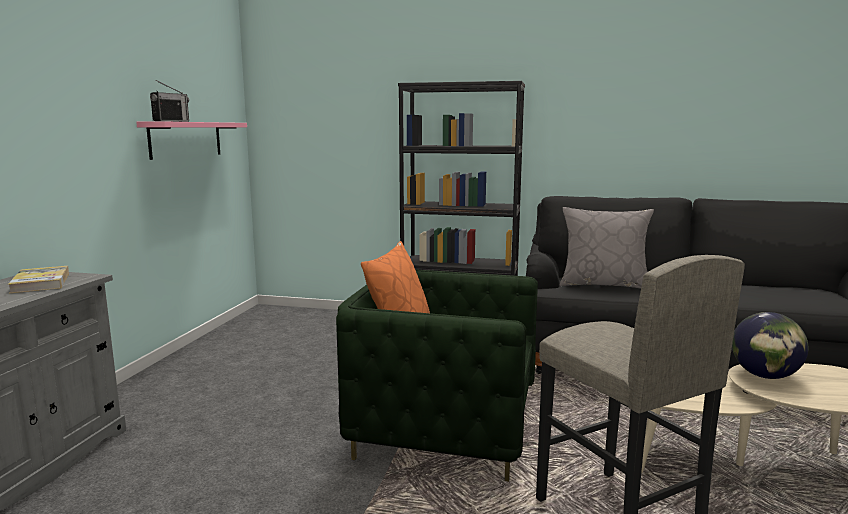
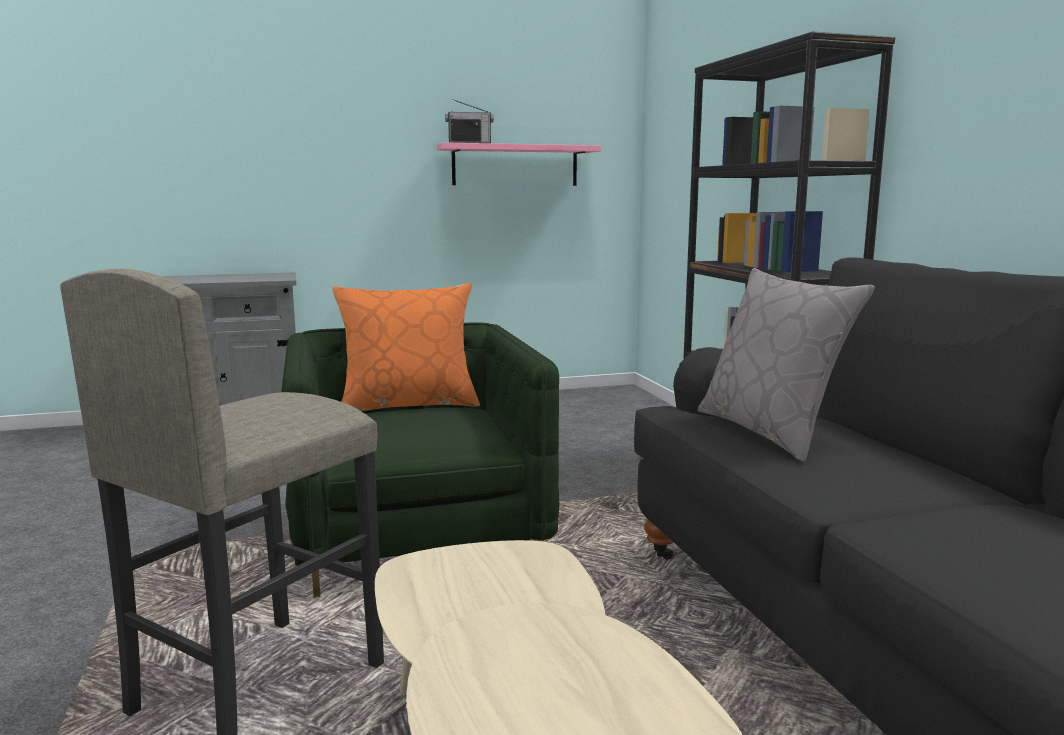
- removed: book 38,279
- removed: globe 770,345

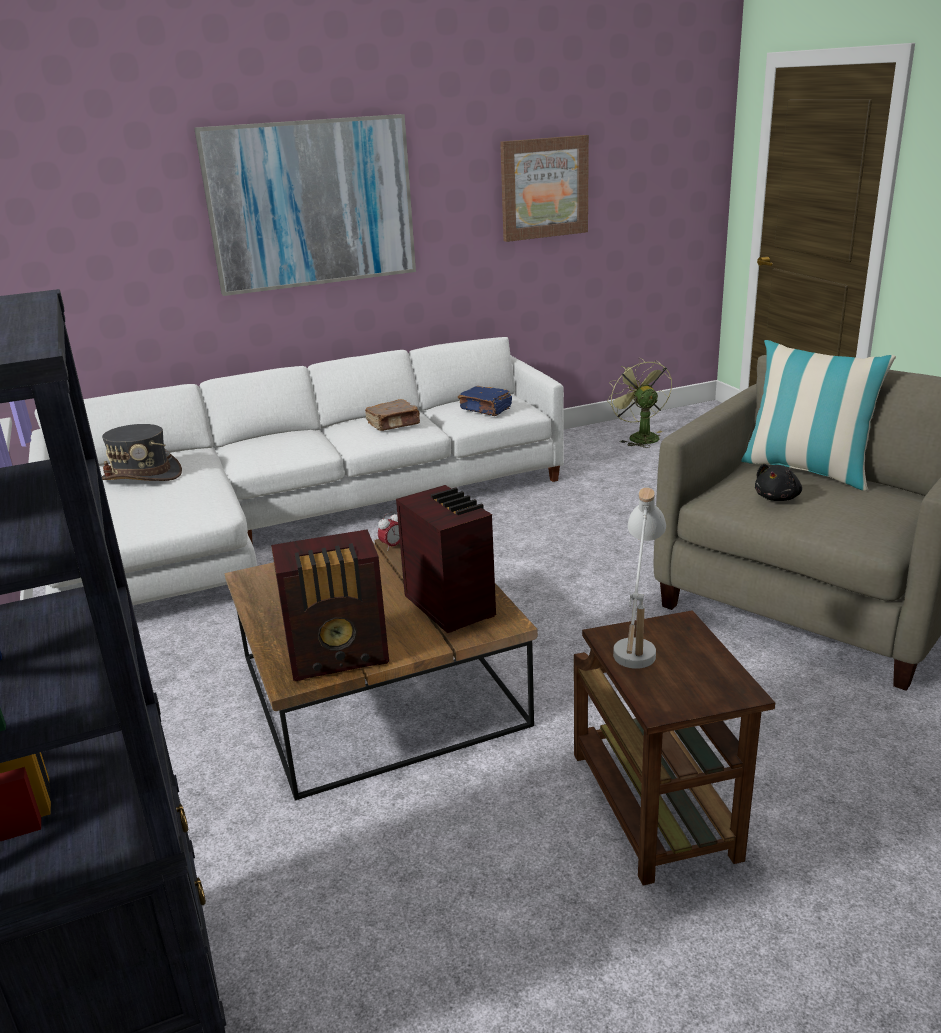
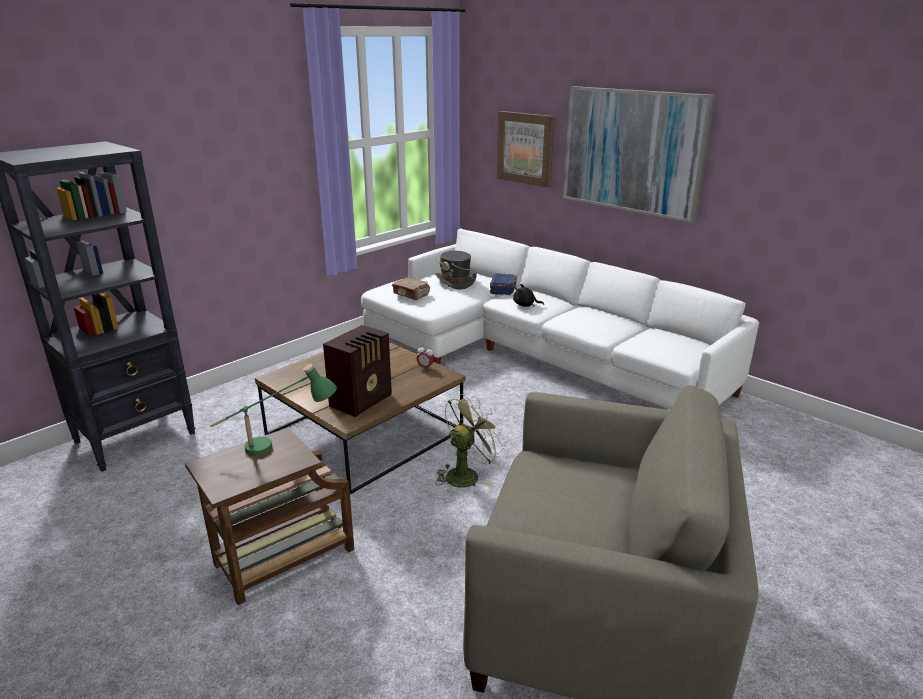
- recoloured: white table lamp 639,578 to green table lamp 273,410
- moved: brown book 392,415 to 411,288
- moved: green fan 639,403 to 470,441
- moved: blue book 485,401 to 503,284
- moved: picture 544,188 to 526,149
- moved: black plush toy 778,482 to 528,295
- removed: radio 330,605
- removed: pillow 818,415

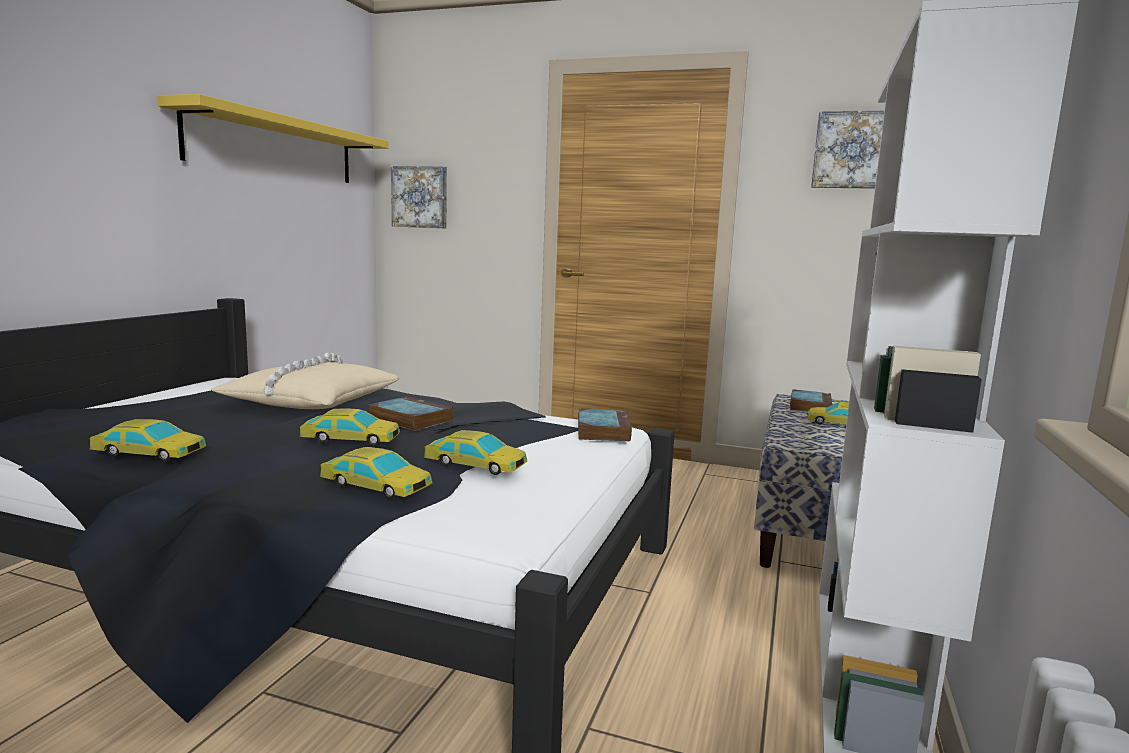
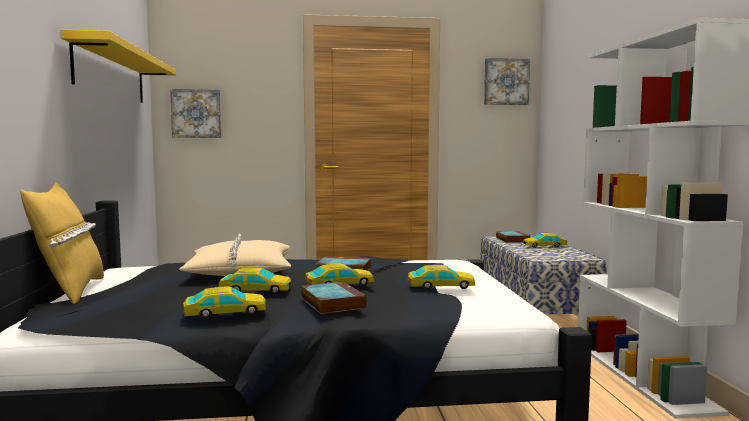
- added: yellow pillow 62,243
- moved: toy car 376,473 to 255,281
- moved: book 605,424 to 334,297

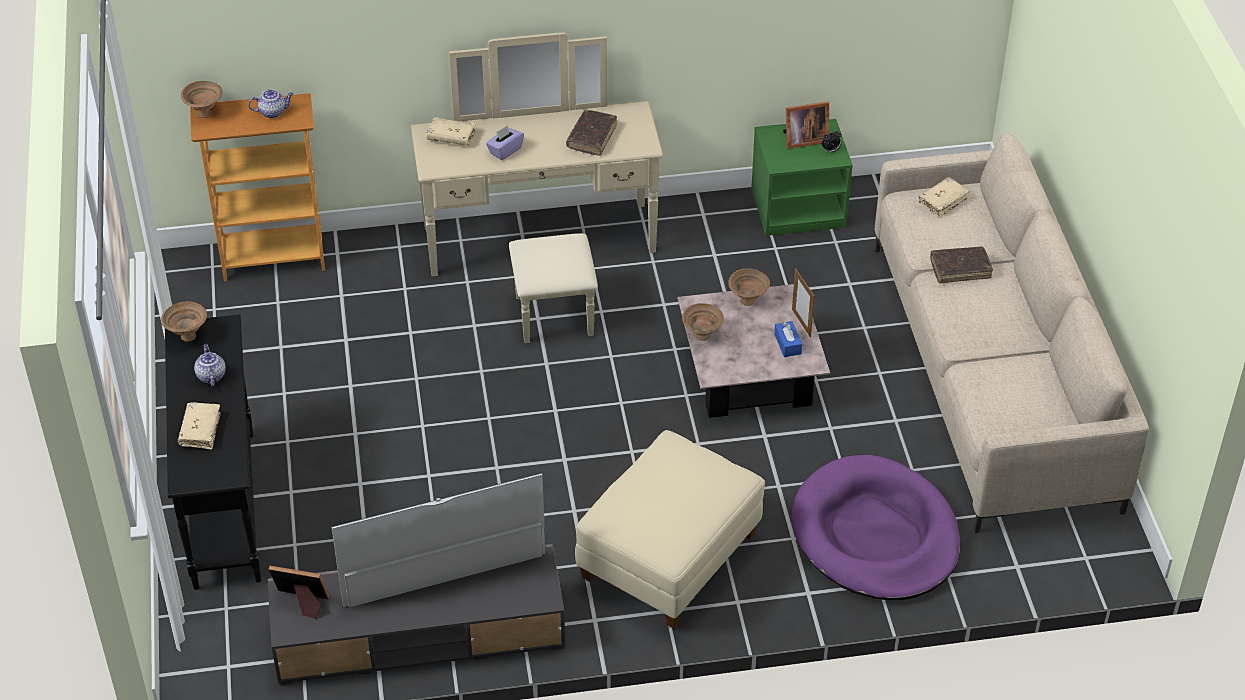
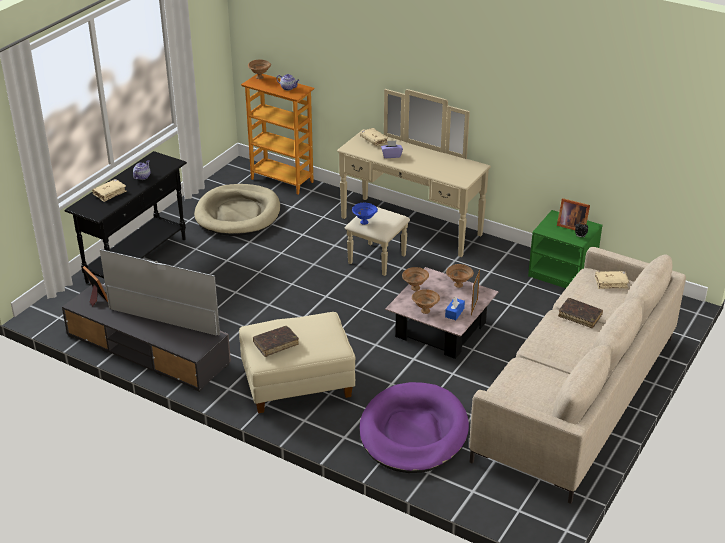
- added: beige dog bed 237,210
- moved: brown book 591,133 to 276,341
- added: blue bowl 365,214
- moved: brown bowl 184,321 to 426,301

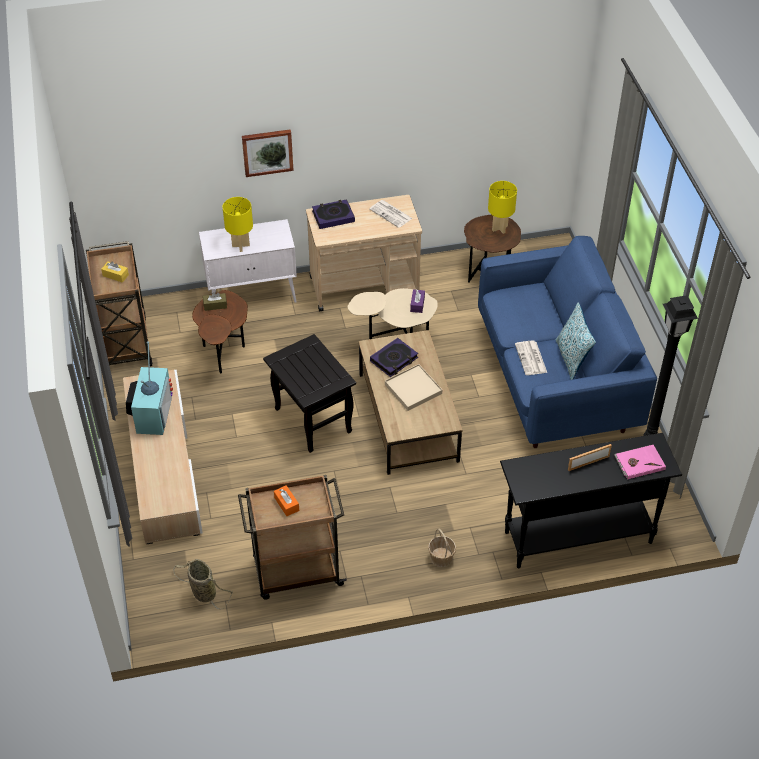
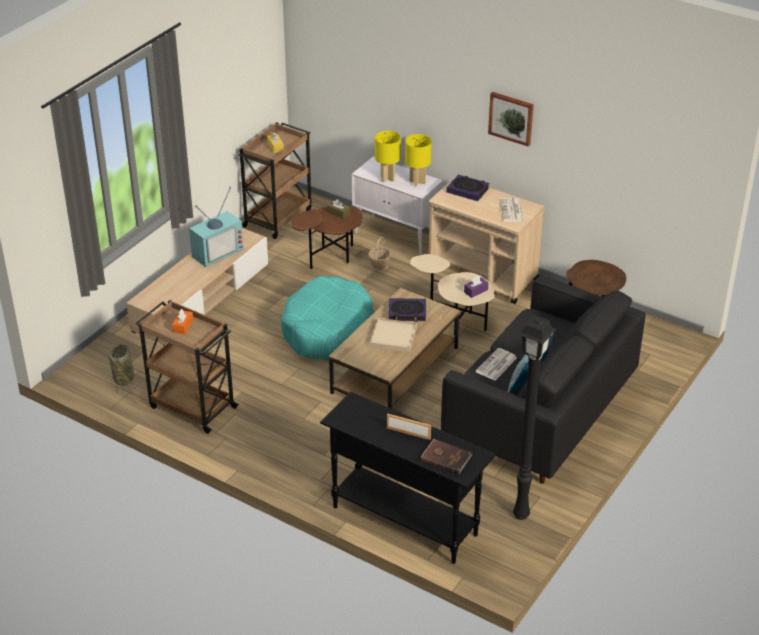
- replaced: black side table 309,393 to turquoise dog bed 327,318
- moved: basket 442,548 to 379,254
- moved: yellow table lamp 502,207 to 418,160
- recoloured: pink book 640,462 to brown book 446,457
- recoloured: blue sofa 567,342 to black sofa 543,379
- moved: picture 268,153 to 511,119

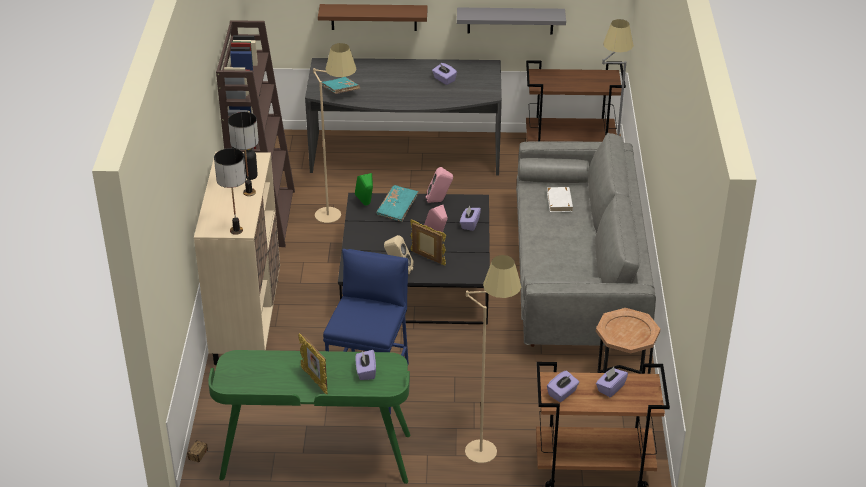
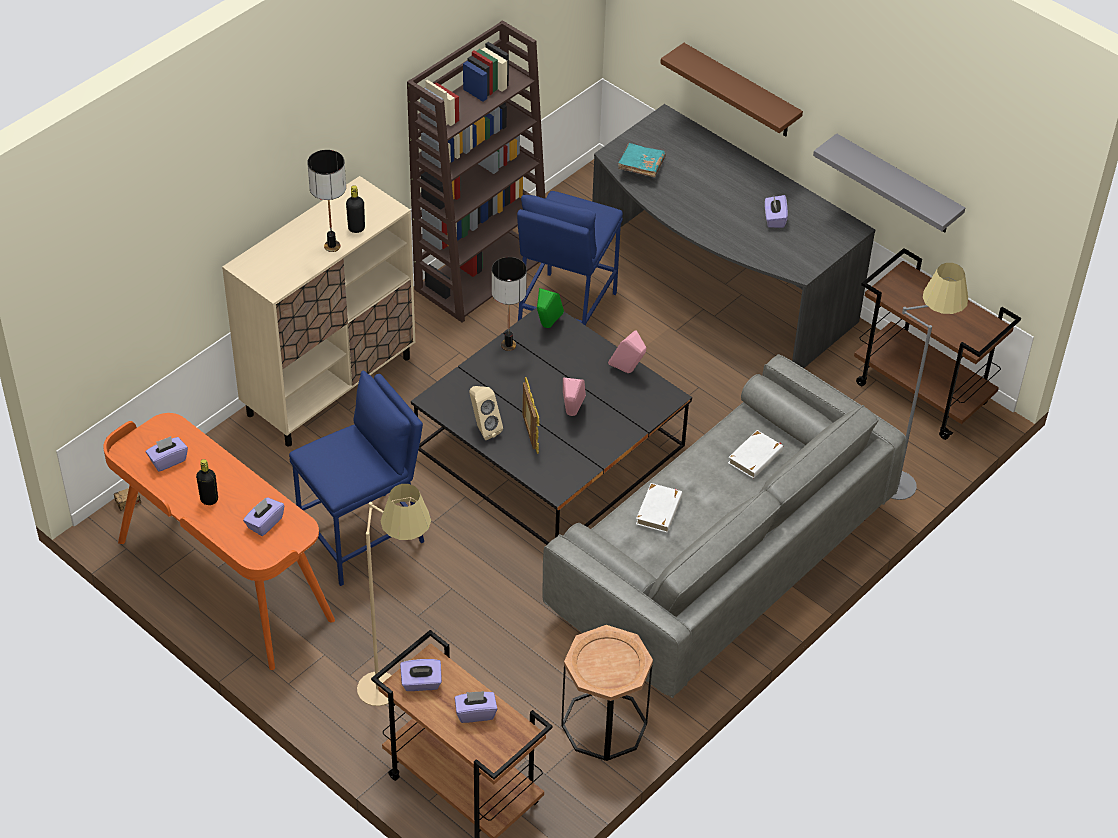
- recoloured: green desk 309,417 to orange desk 219,541
- moved: purple tissue box 470,218 to 167,454
- replaced: picture frame 313,363 to black bottle 207,482
- moved: table lamp 230,191 to 509,304
- replaced: beige floor lamp 335,133 to blue stool 570,258
- added: white book 659,508
- removed: turquoise book 397,203

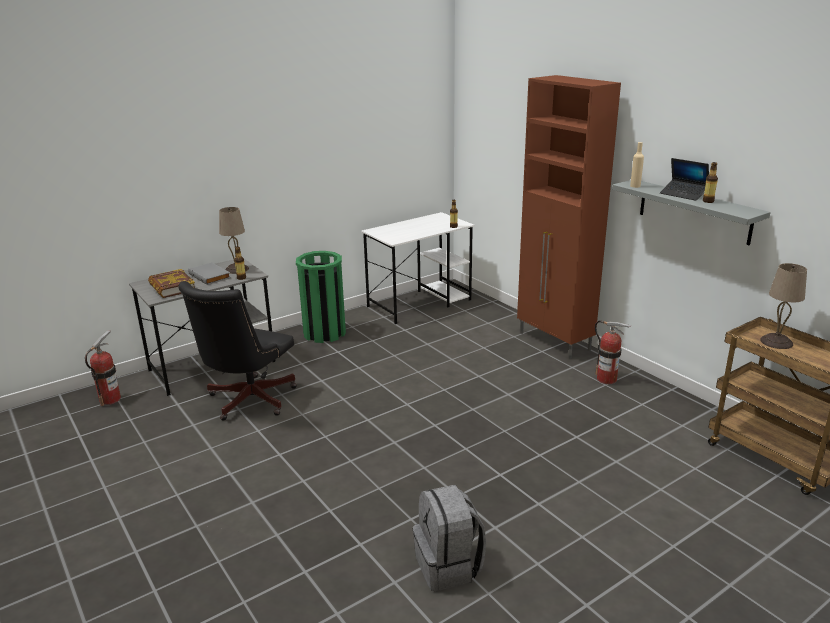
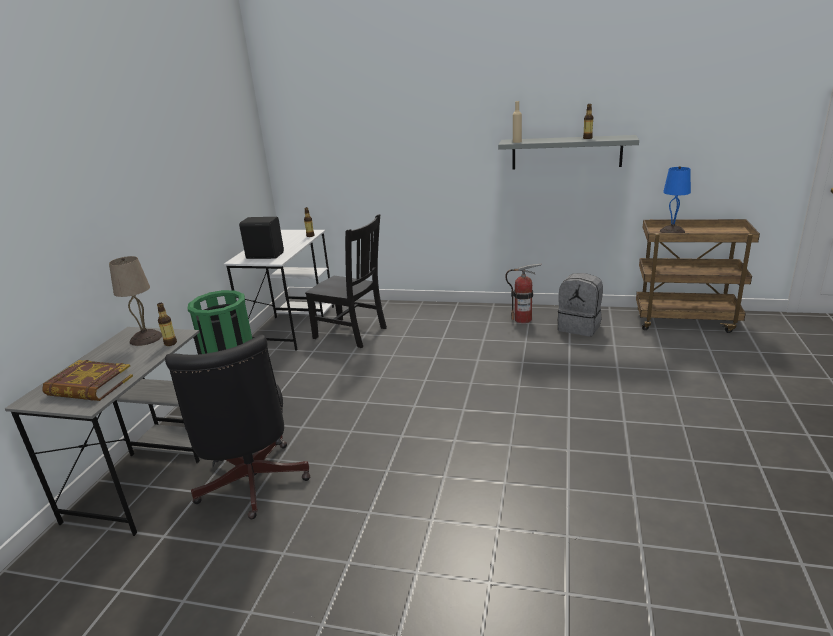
- added: black speaker 261,238
- added: black chair 346,281
- moved: grey backpack 449,538 to 580,305
- recoloured: beige table lamp 783,306 to blue table lamp 675,199
- removed: fire extinguisher 103,368
- removed: grey book 209,273
- removed: brown cabinet 569,217
- removed: laptop 684,179

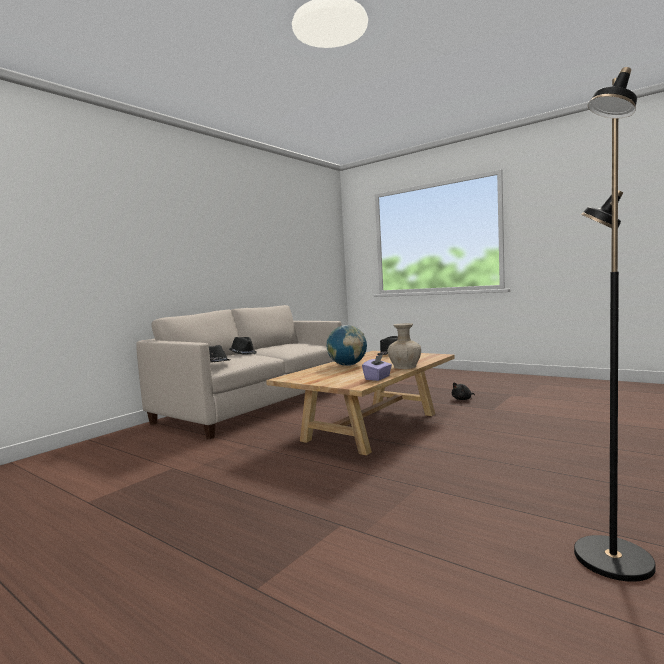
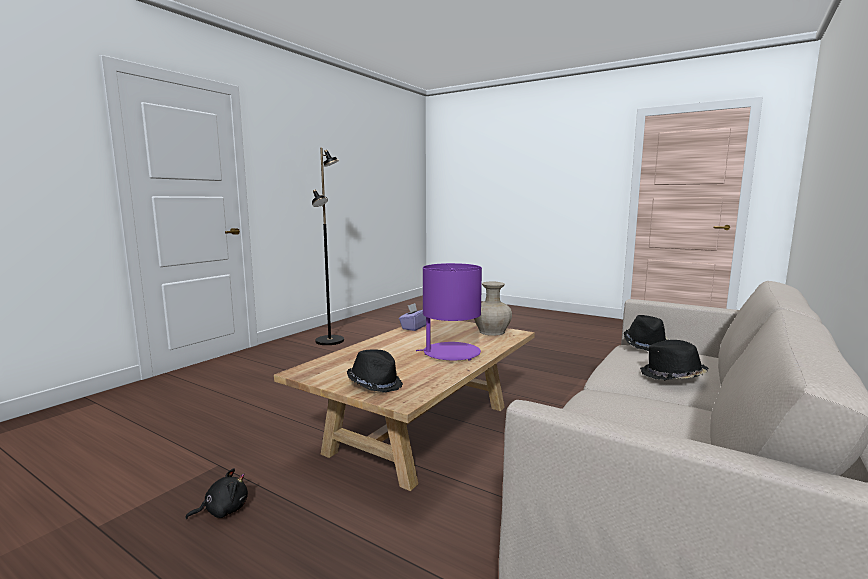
- replaced: globe 347,345 to purple table lamp 449,311
- moved: beige vase 404,346 to 493,309

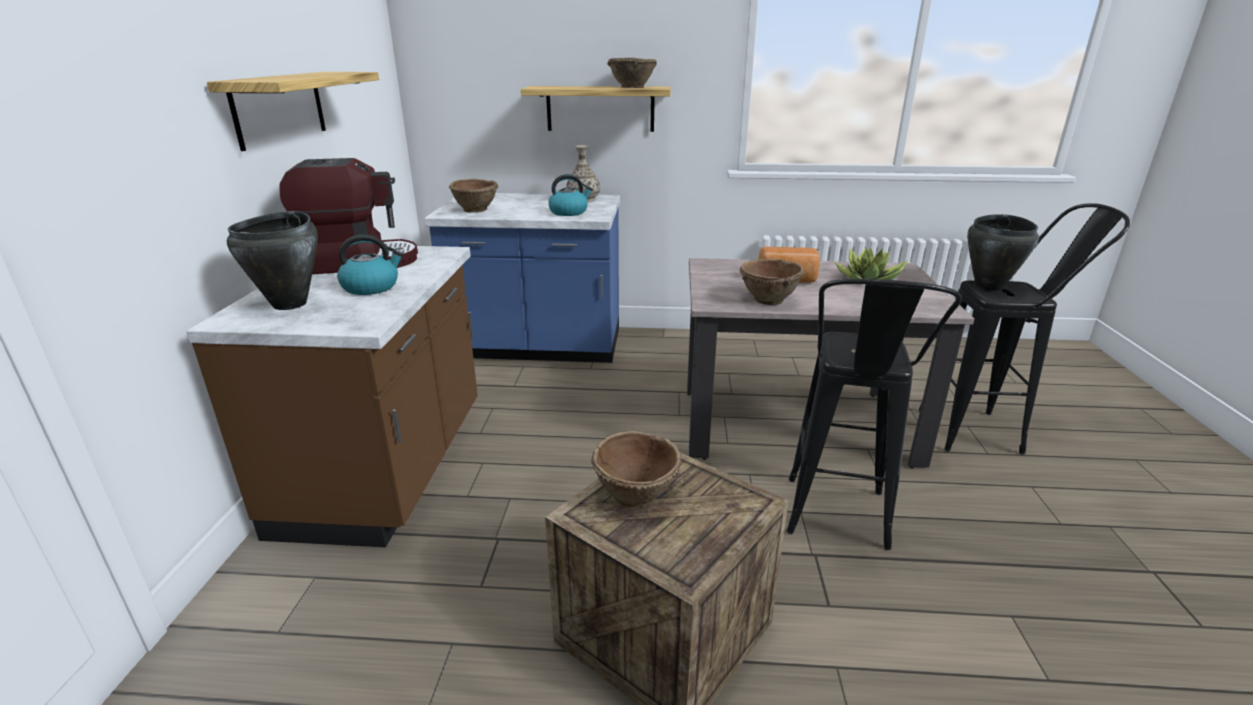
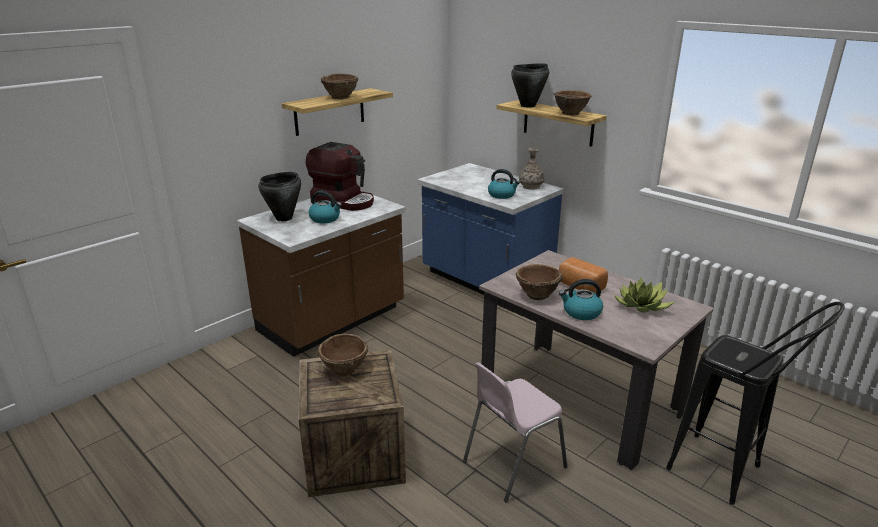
- moved: brown bowl 473,196 to 340,86
- replaced: black stool 874,414 to pink chair 515,432
- moved: black cooking pot 1003,253 to 530,85
- added: kettle 581,299

